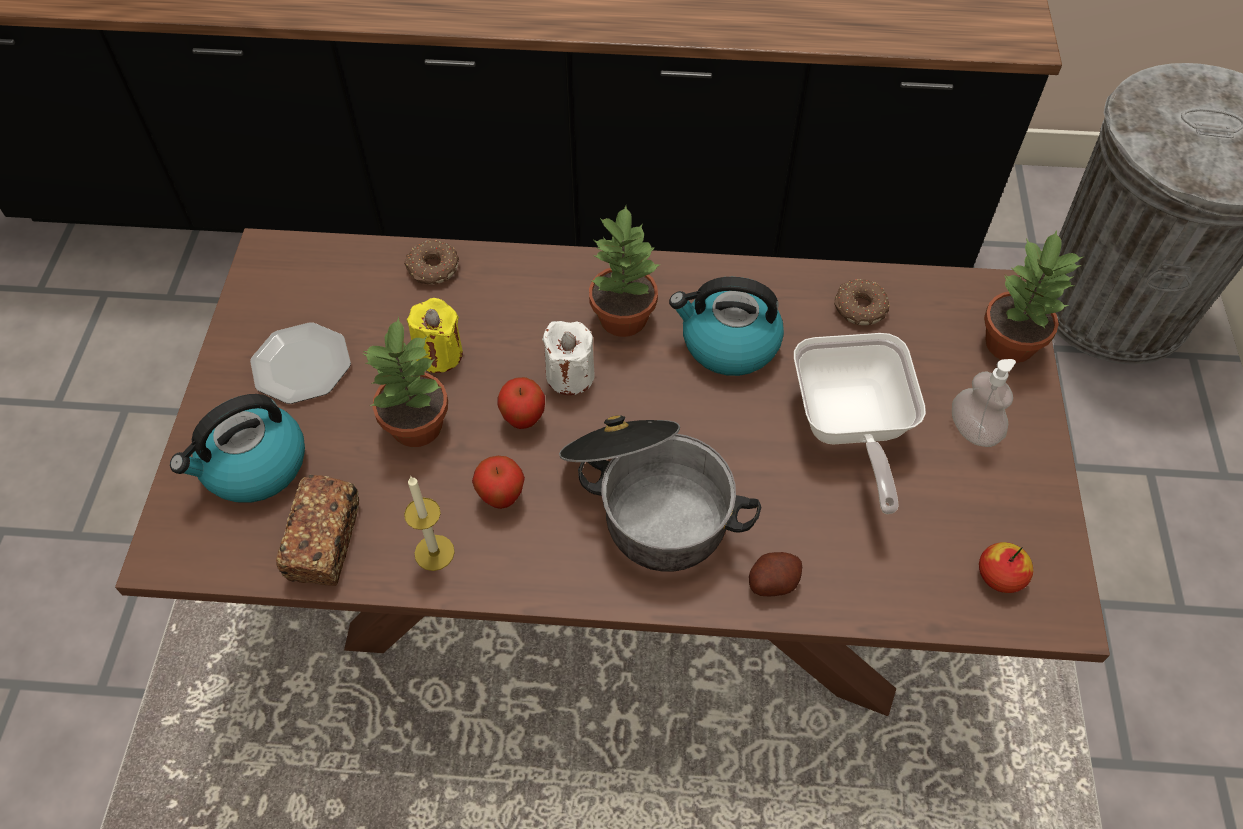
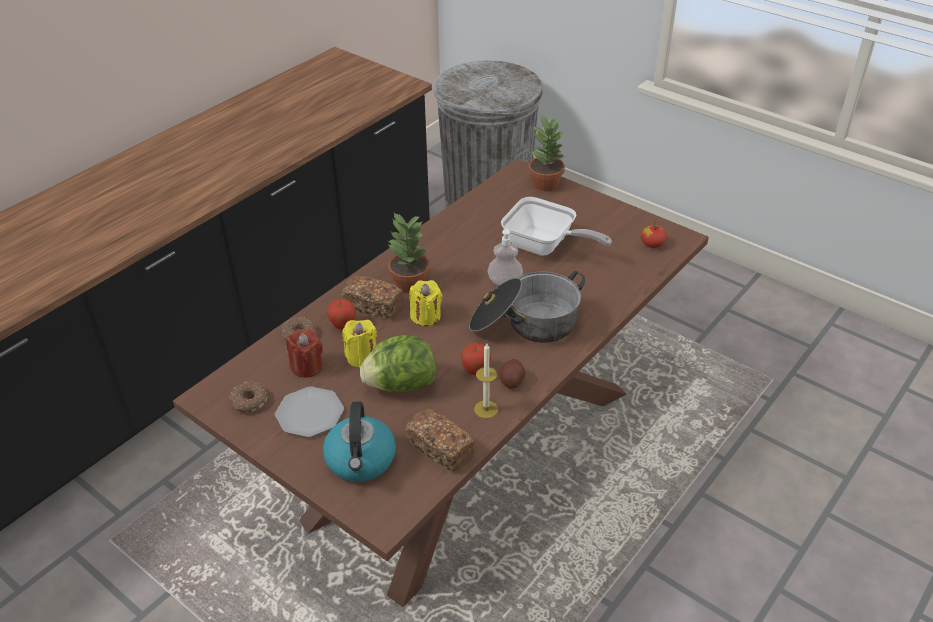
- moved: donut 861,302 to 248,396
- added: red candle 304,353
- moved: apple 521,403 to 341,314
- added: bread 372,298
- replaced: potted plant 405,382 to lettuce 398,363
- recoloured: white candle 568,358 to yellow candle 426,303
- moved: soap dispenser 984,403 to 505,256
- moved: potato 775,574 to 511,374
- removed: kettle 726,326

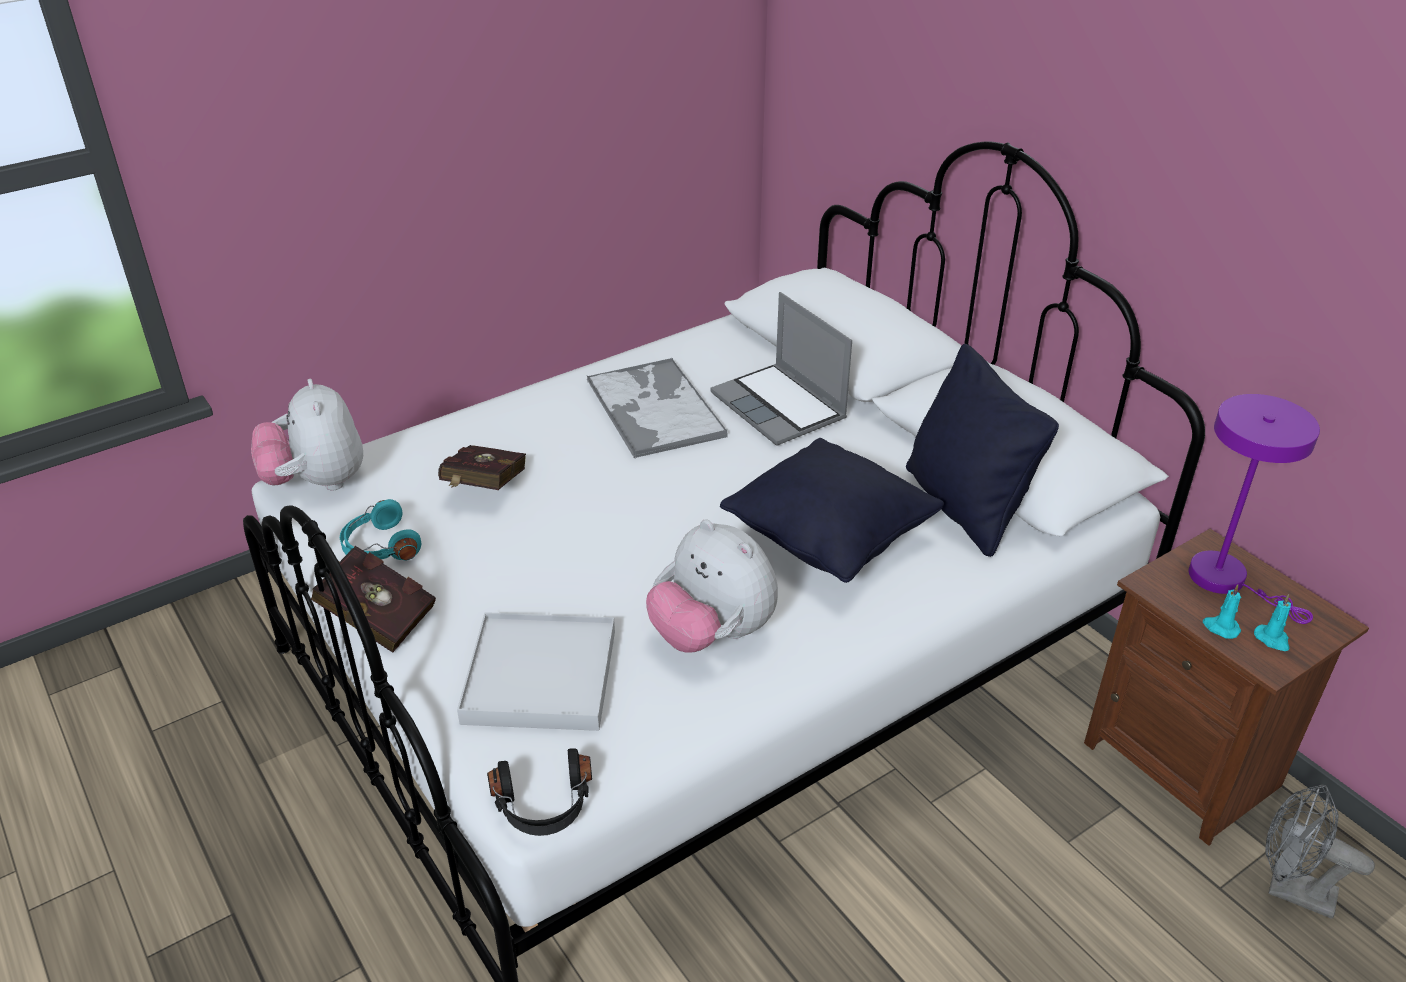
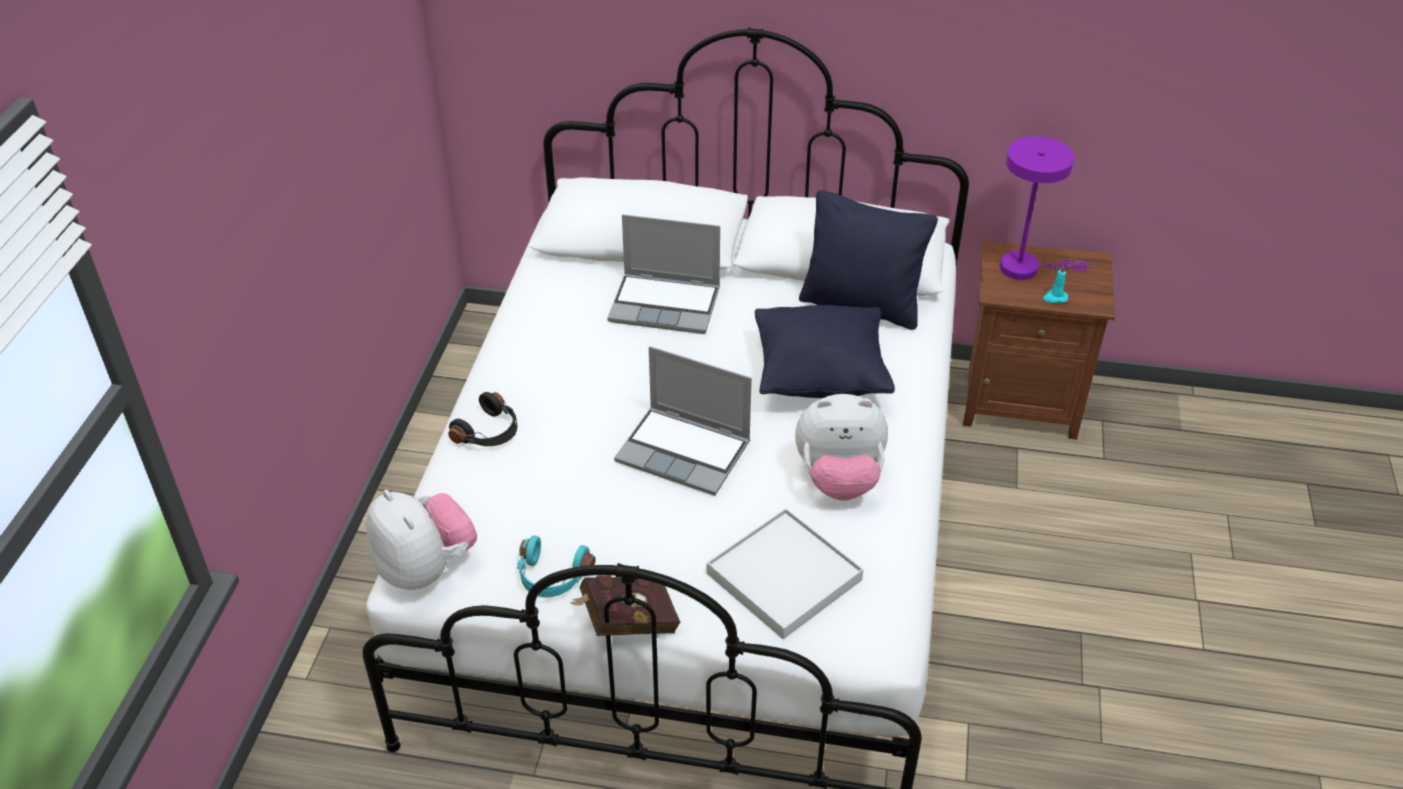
- turned: plush toy 307,435 = 421,540 150 degrees counterclockwise
- moved: black headphones 539,792 to 482,419
- added: laptop 683,421
- removed: red book 482,467
- removed: tray 657,407
- removed: turquoise candle 1272,622
- removed: grey fan 1320,851

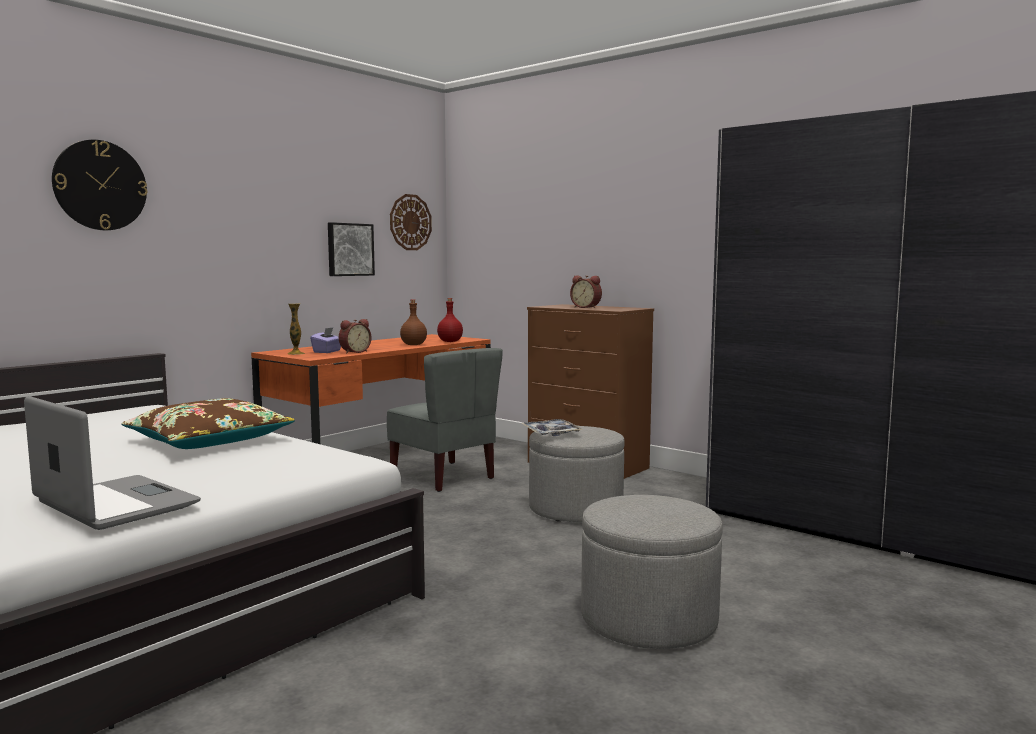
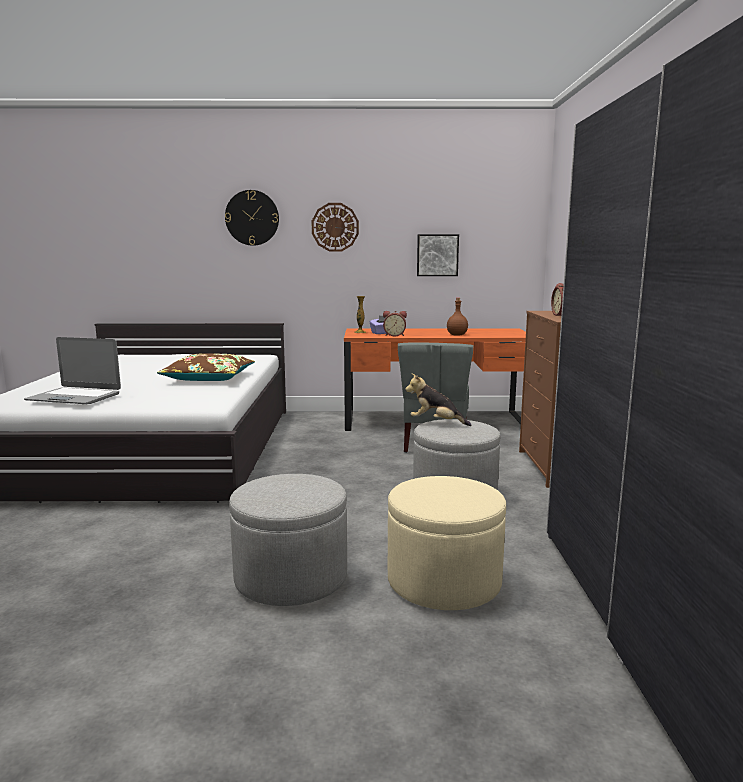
- turned: laptop 112,463 = 72,370 105 degrees clockwise
- moved: wall clock 411,222 to 335,227
- added: beige ottoman 447,543
- replaced: tray 551,427 to plush toy 438,399
- removed: red bottle 450,320

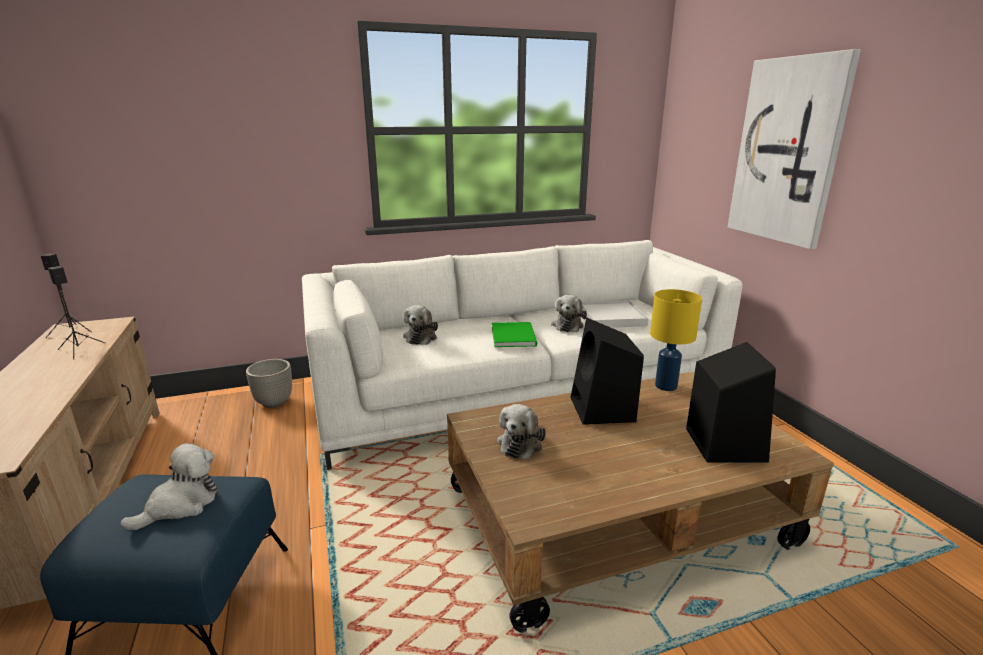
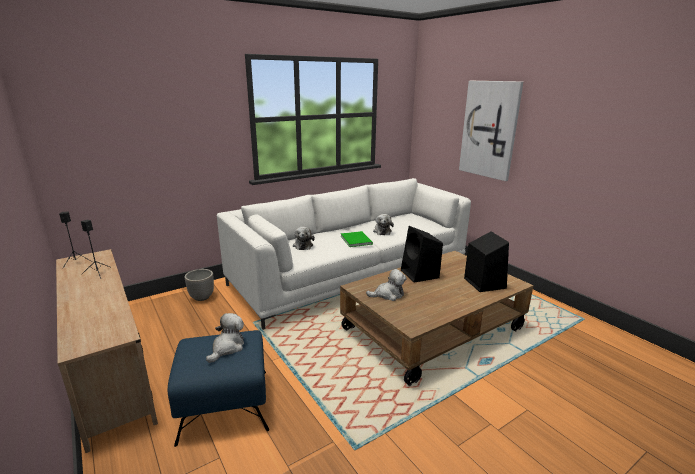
- turned: plush toy 521,432 = 386,285 105 degrees counterclockwise
- removed: white tray 615,314
- removed: yellow table lamp 676,340

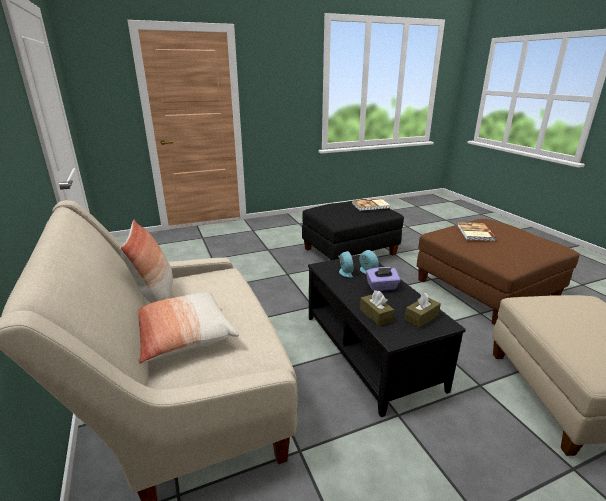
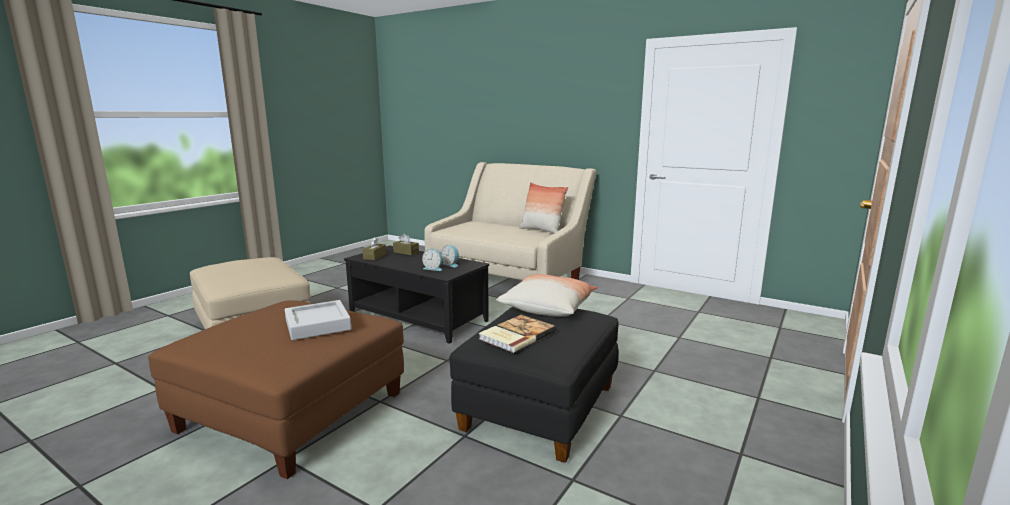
- replaced: book 476,231 to grey tray 318,320
- moved: pillow 188,328 to 547,295
- removed: purple tissue box 383,279

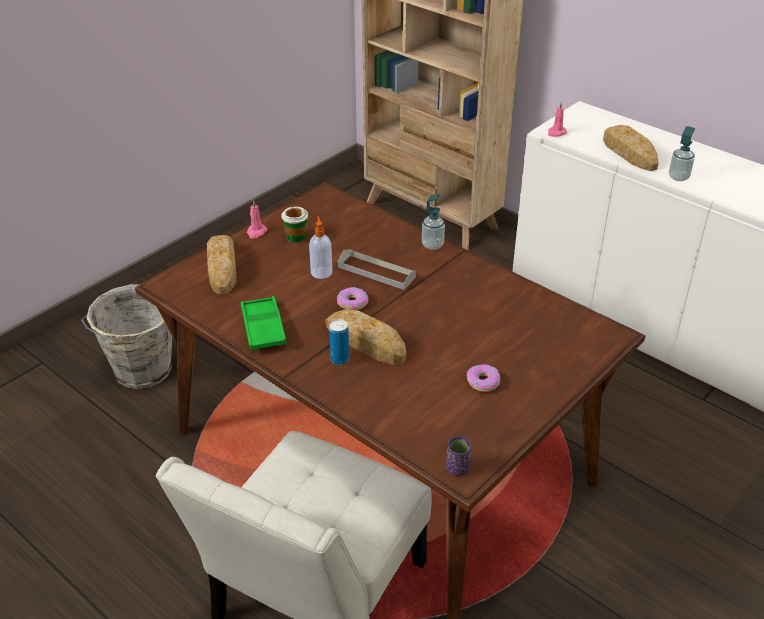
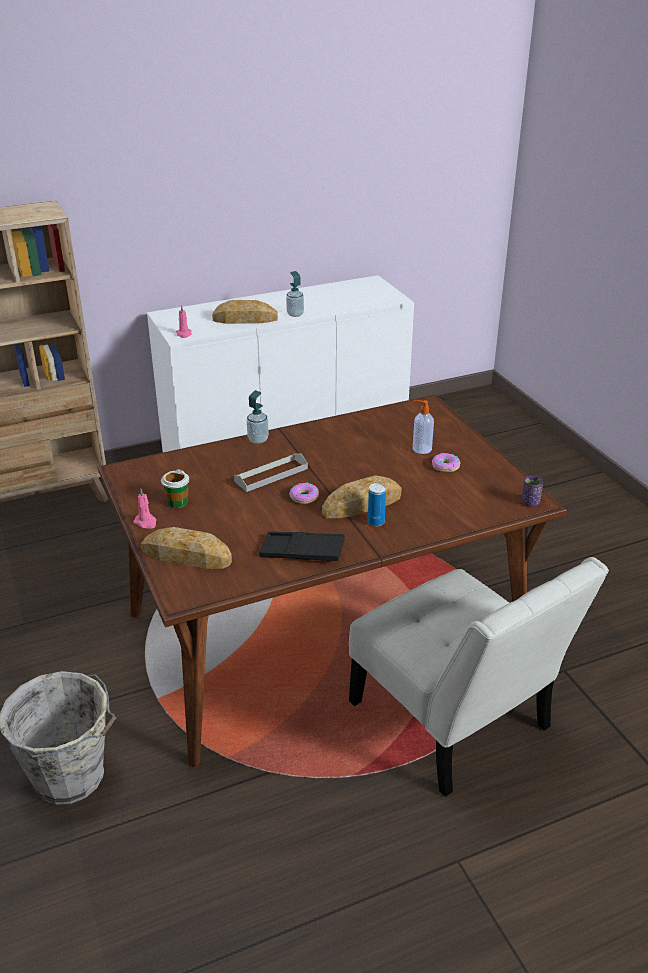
- recoloured: green tray 263,323 to black tray 302,546
- moved: soap dispenser 320,247 to 423,427

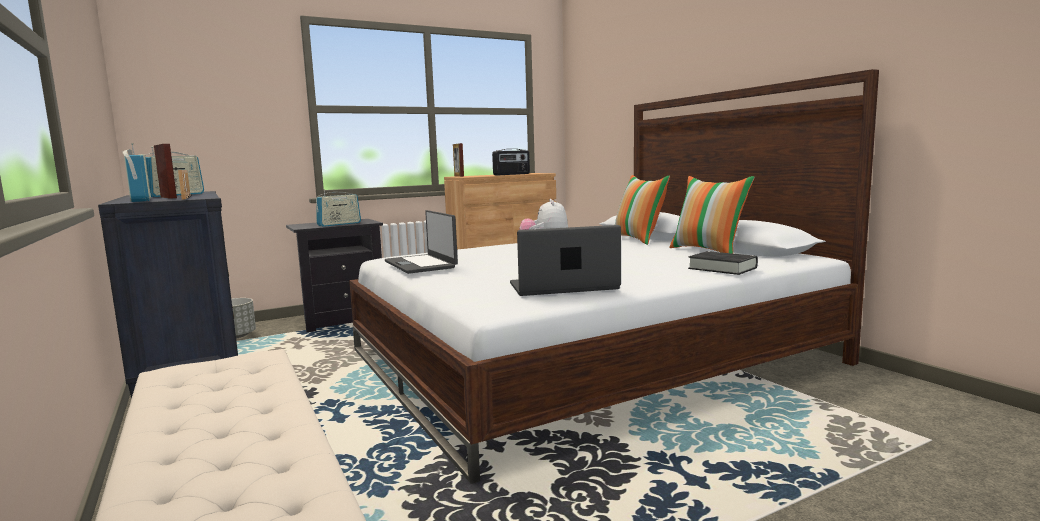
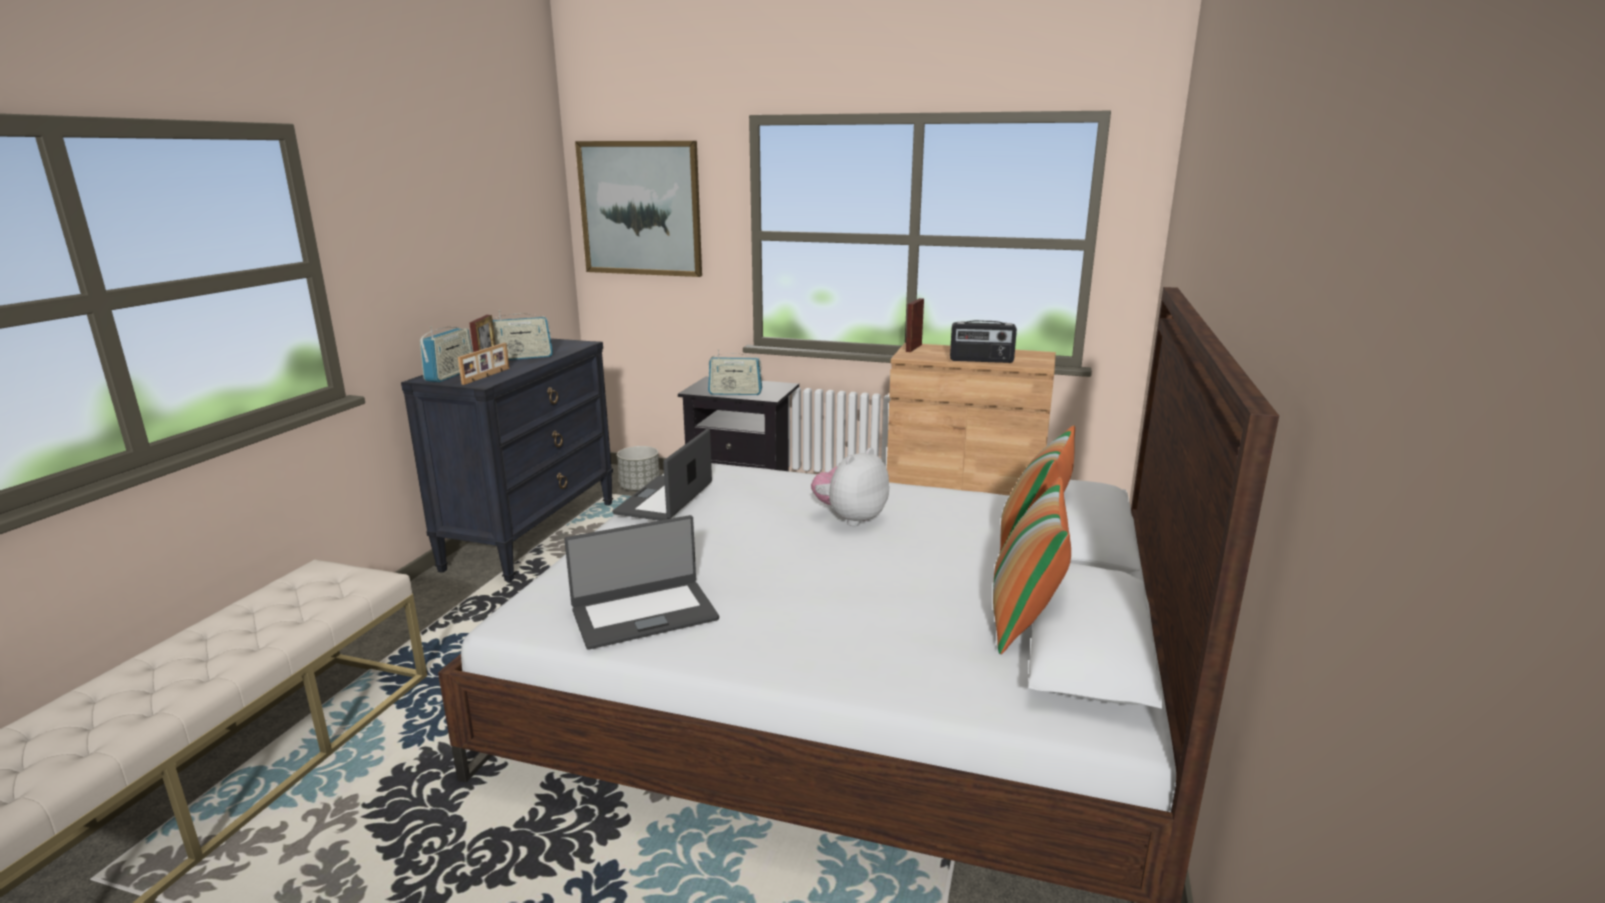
- turned: laptop 565,260 = 641,582 120 degrees clockwise
- added: picture 638,209
- removed: black book 723,263

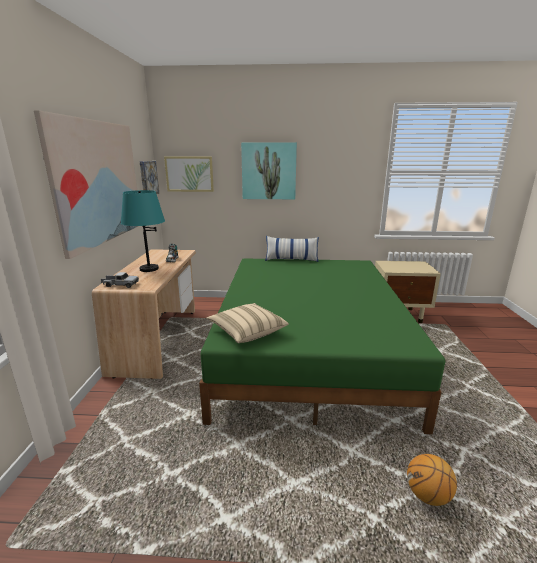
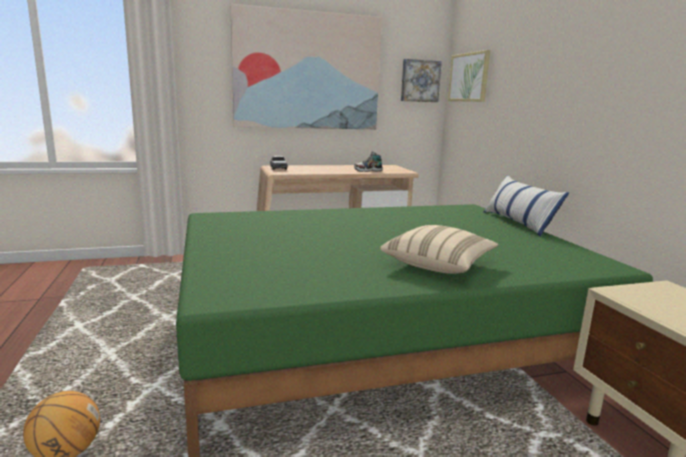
- moved: beige pillow 247,323 to 439,249
- removed: turquoise table lamp 143,231
- removed: picture 269,170

